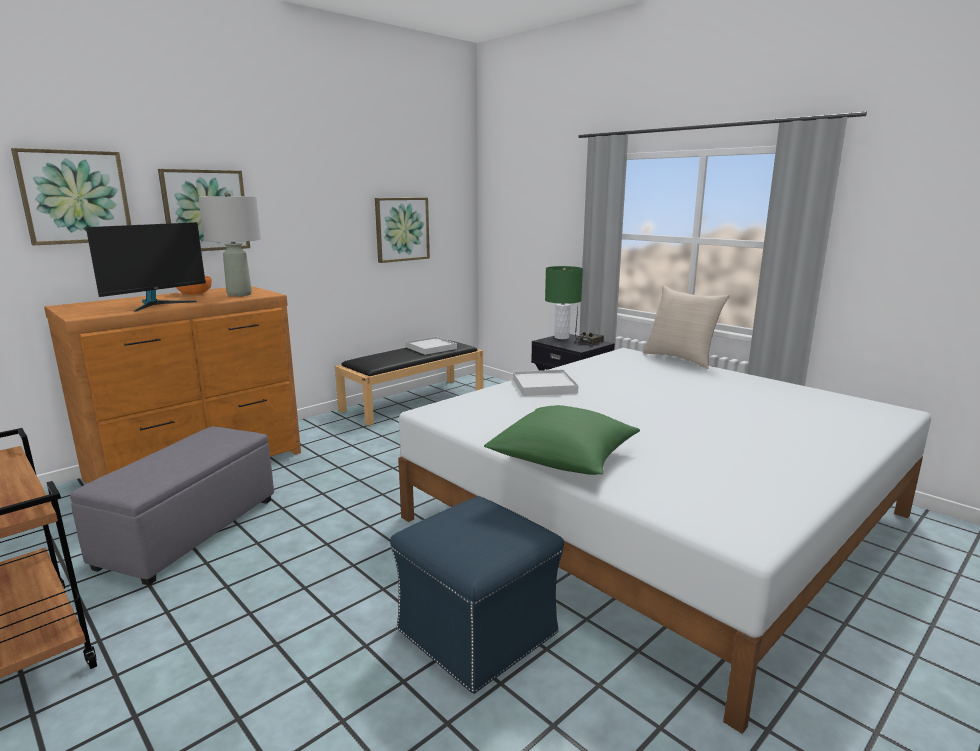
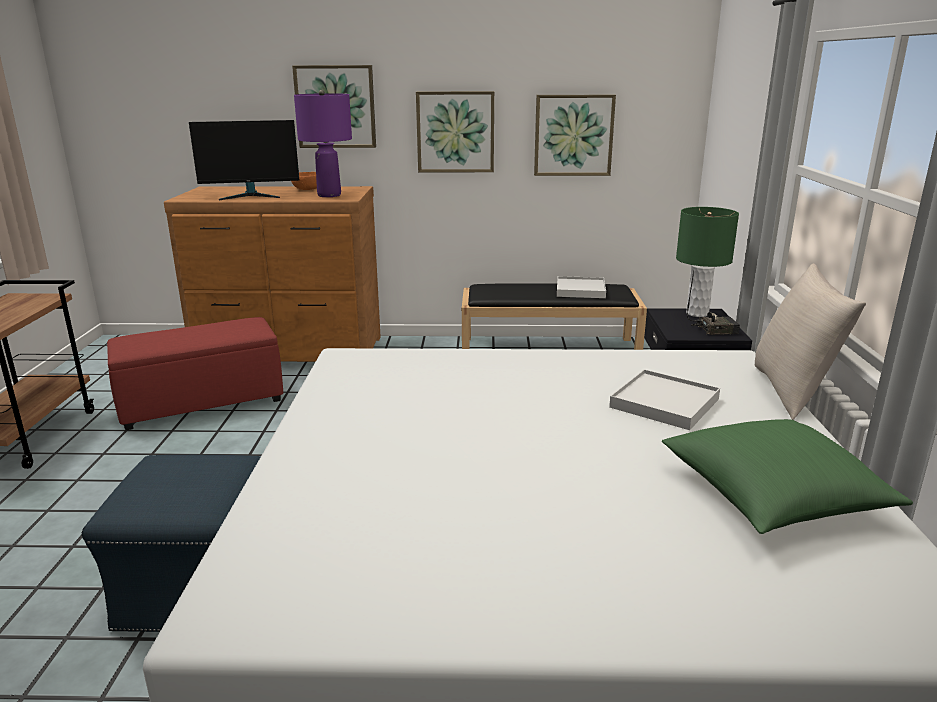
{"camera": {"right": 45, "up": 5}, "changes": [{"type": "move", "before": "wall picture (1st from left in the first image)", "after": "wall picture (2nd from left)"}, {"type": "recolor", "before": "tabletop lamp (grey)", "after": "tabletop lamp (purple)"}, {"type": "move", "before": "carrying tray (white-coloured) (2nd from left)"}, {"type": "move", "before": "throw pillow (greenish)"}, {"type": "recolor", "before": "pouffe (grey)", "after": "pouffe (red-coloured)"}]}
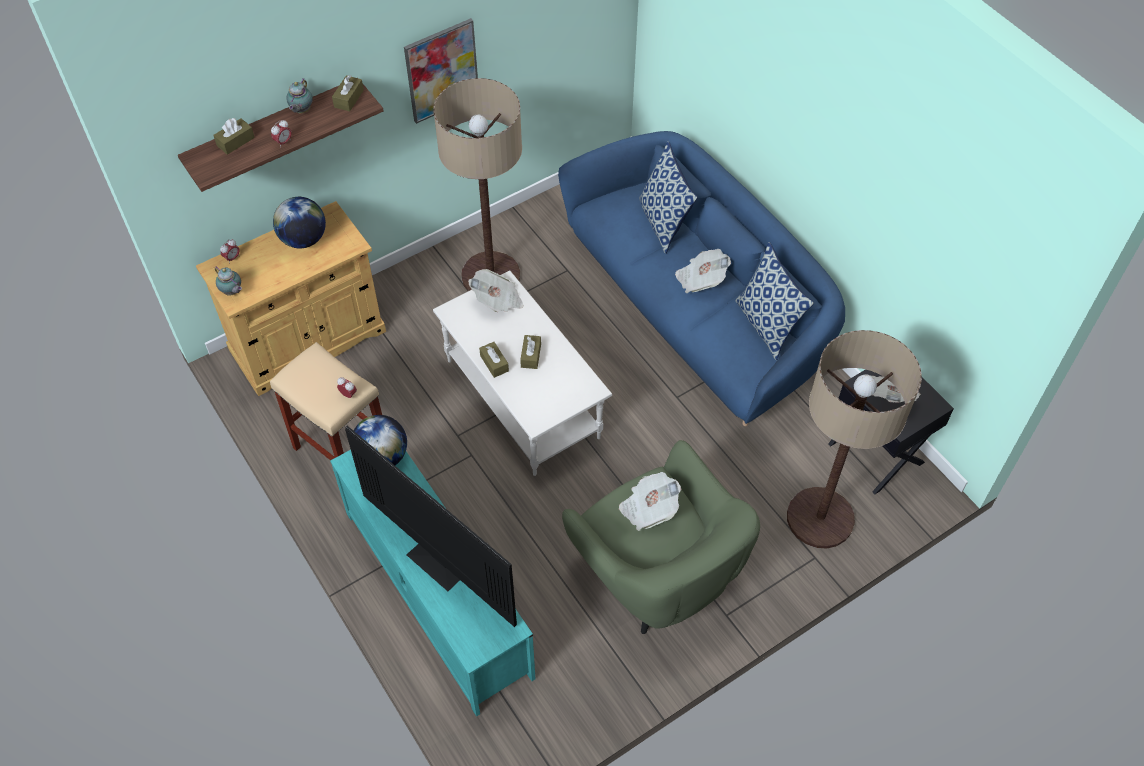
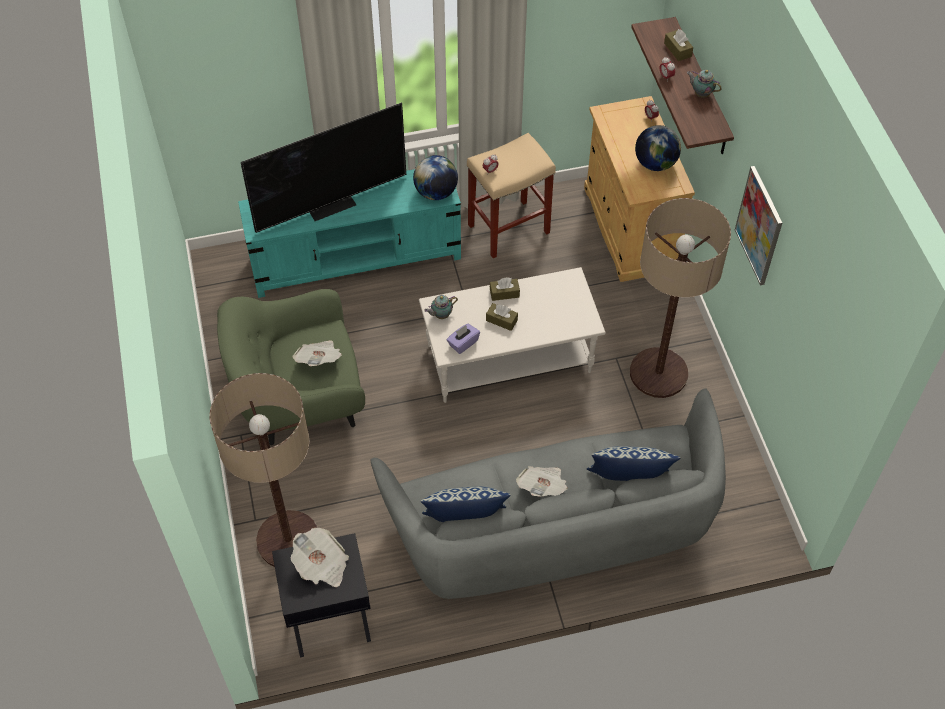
{"camera": {"right": 110, "up": 0}, "changes": [{"type": "delete", "before": "tissue box (brown) (2nd from left)"}, {"type": "recolor", "before": "sofa (blue-coloured)", "after": "sofa (grey)"}, {"type": "move", "before": "tea pot (1st from left)"}, {"type": "delete", "before": "newspaper (1st from left)"}, {"type": "insert", "after": "tissue box (purple)"}]}
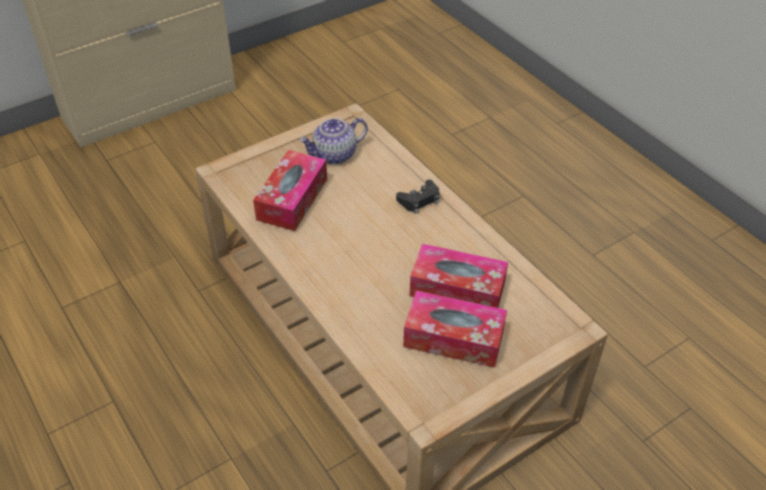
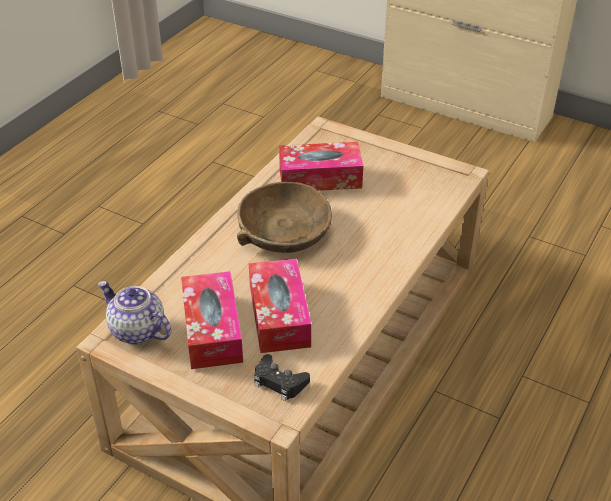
{"camera": {"right": 65, "up": -5}, "changes": [{"type": "move", "before": "tea pot"}, {"type": "move", "before": "gamepad (blackish)"}, {"type": "insert", "after": "deep dish (brown)"}]}
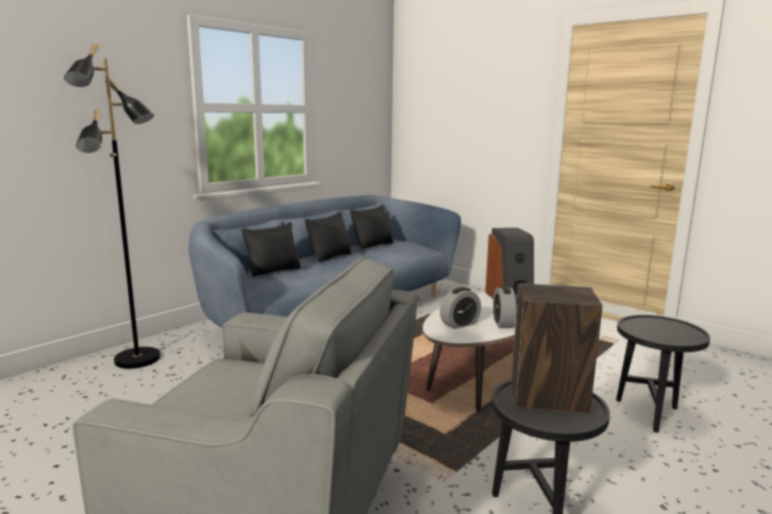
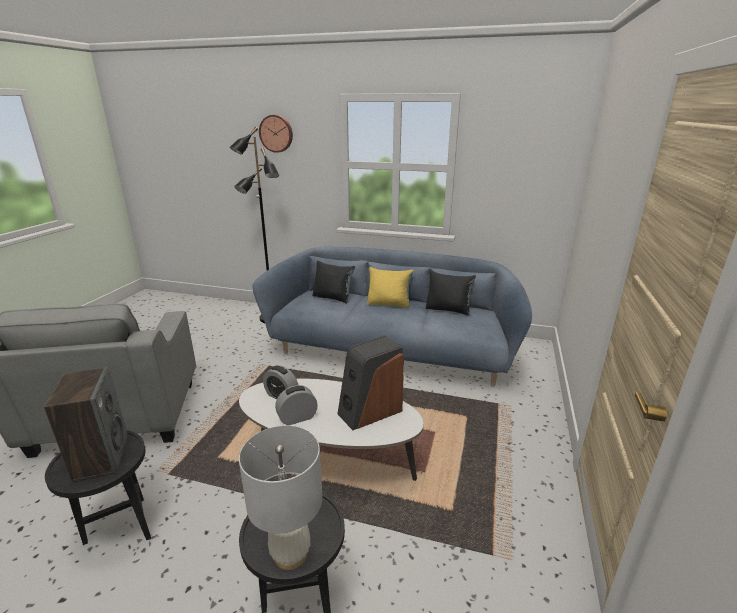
{"camera": {"right": 65, "up": 10}, "changes": [{"type": "recolor", "before": "throw pillow (blackish) (2nd from left)", "after": "throw pillow (yellow)"}, {"type": "insert", "after": "hanging clock"}, {"type": "insert", "after": "tabletop lamp (white-coloured)"}]}
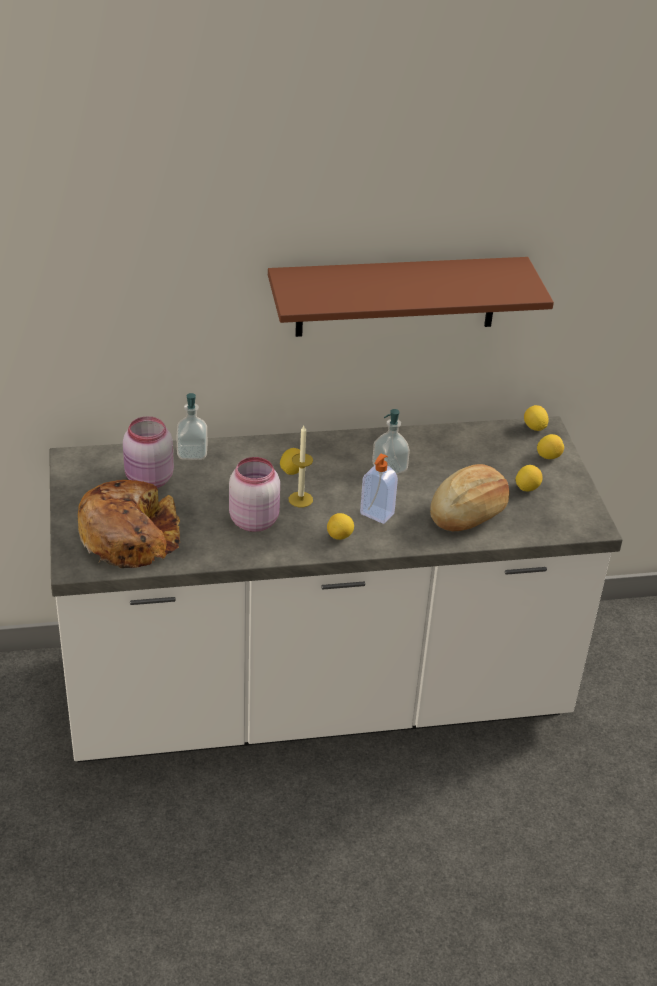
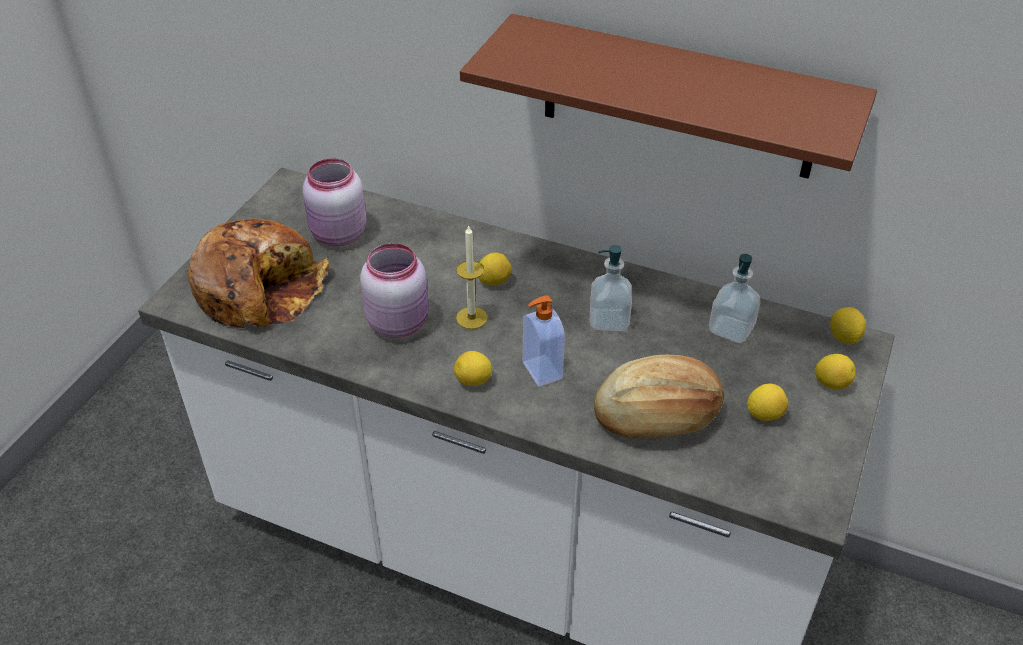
{"camera": {"right": 35, "up": 5}, "changes": [{"type": "move", "before": "liquid soap bottle (1st from left in the first image)", "after": "liquid soap bottle (3rd from left)"}]}
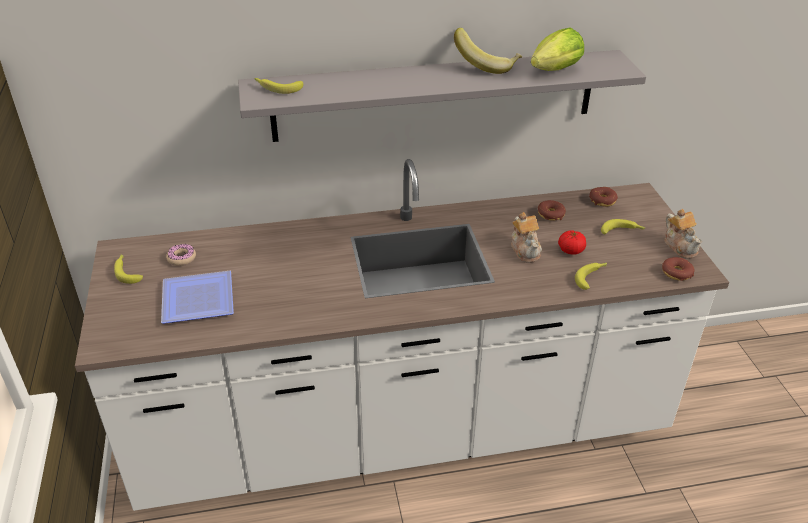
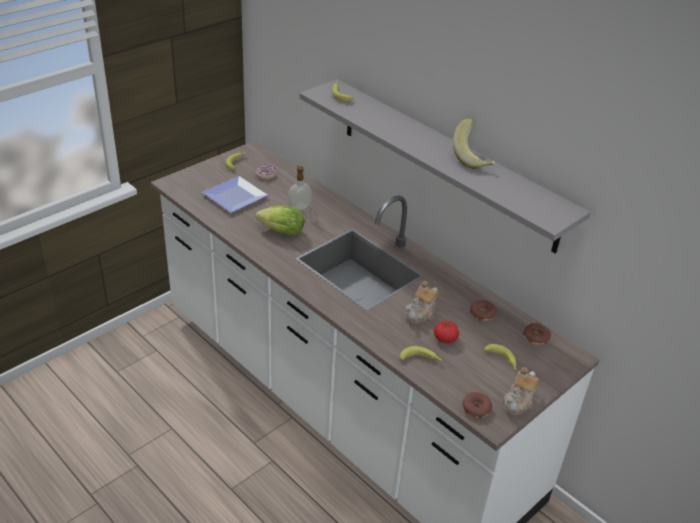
{"camera": {"right": 55, "up": 0}, "changes": [{"type": "move", "before": "head of lettuce"}, {"type": "insert", "after": "liquid soap bottle"}]}
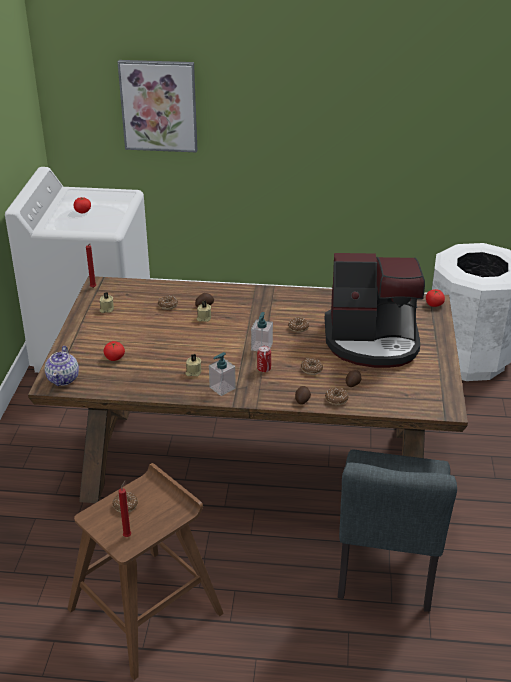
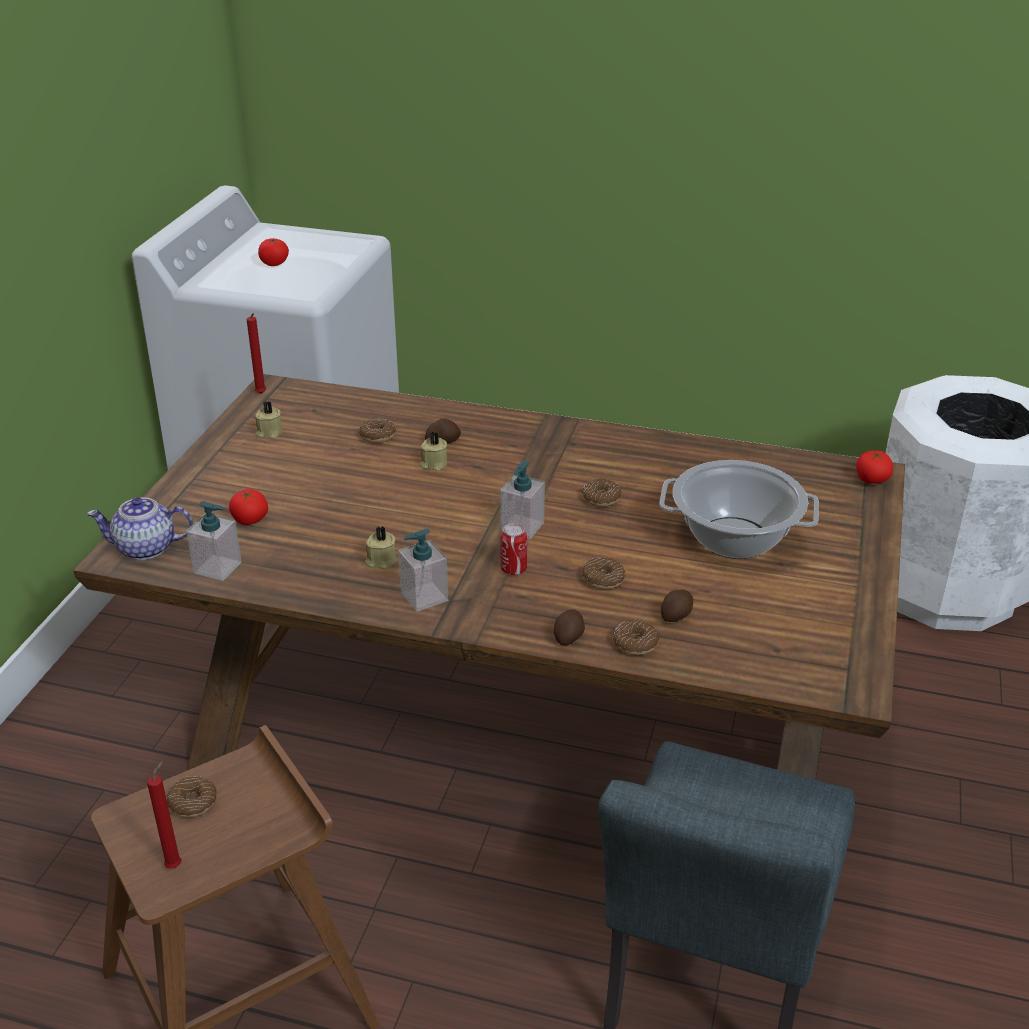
{"camera": {"right": 10, "up": 0}, "changes": [{"type": "delete", "before": "wall picture"}, {"type": "replace", "before": "coffee machine", "after": "cooking pot"}, {"type": "rotate", "before": "tea pot", "turn": 75}, {"type": "insert", "after": "liquid soap bottle (1st from left)"}]}
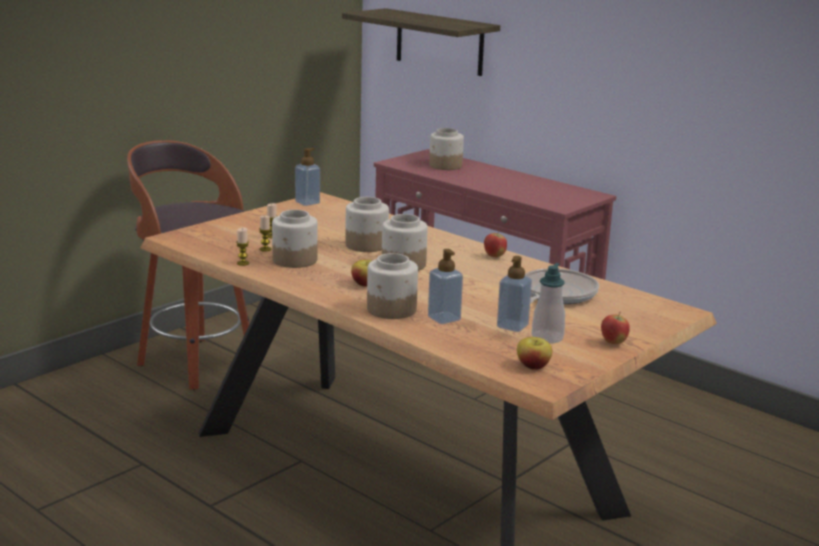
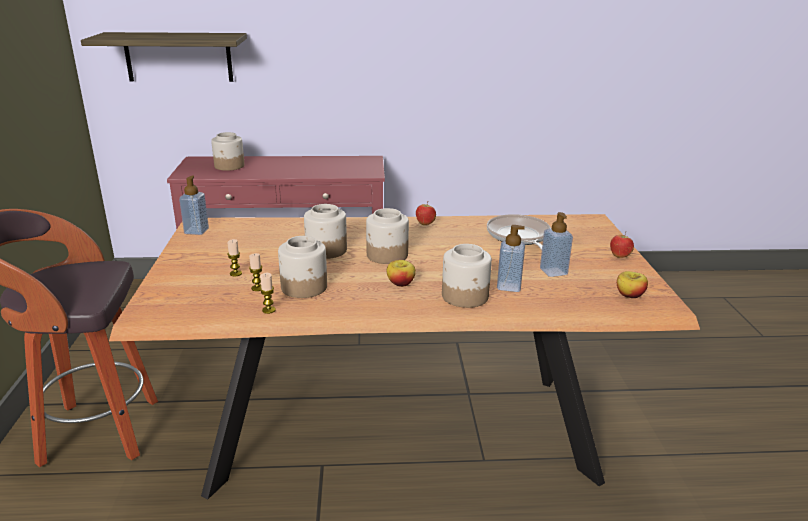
{"camera": {"right": -45, "up": 5}, "changes": [{"type": "delete", "before": "liquid soap bottle (4th from left)"}]}
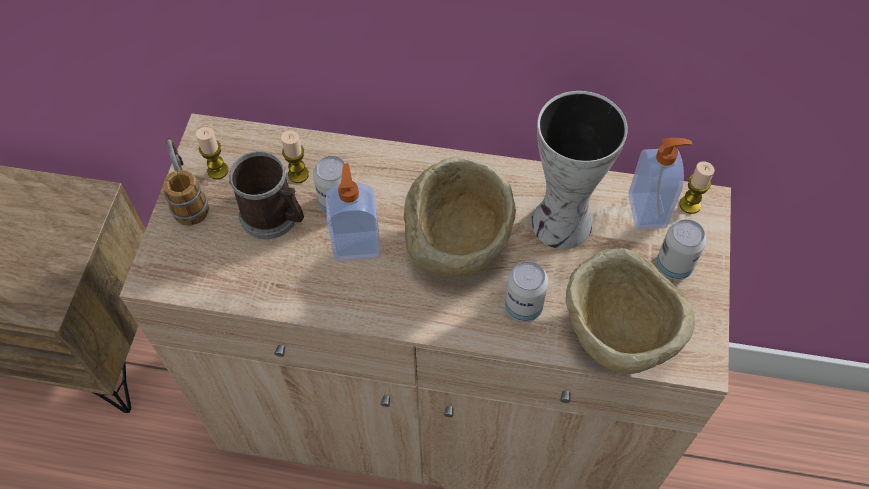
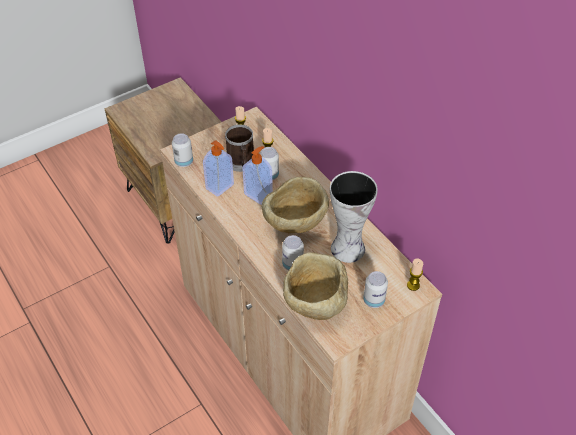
{"camera": {"right": 45, "up": -10}, "changes": [{"type": "delete", "before": "tea mug (1st from left)"}, {"type": "move", "before": "liquid soap bottle (2nd from left in the first image)", "after": "liquid soap bottle (1st from left)"}, {"type": "insert", "after": "sealed can (1st from left)"}]}
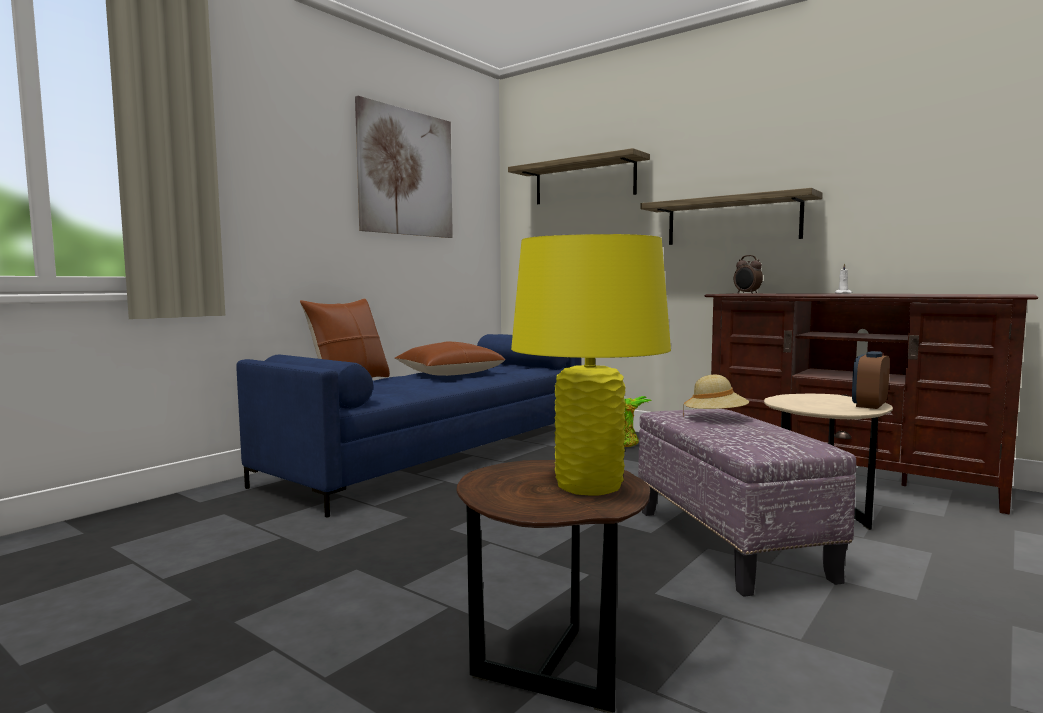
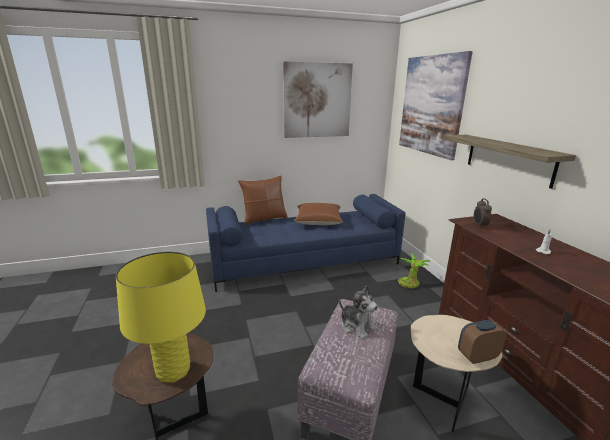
{"camera": {"right": 35, "up": 15}, "changes": [{"type": "replace", "before": "shelf (1st from left)", "after": "wall picture (2nd from left)"}, {"type": "replace", "before": "hat (beige-coloured)", "after": "plush toy"}]}
